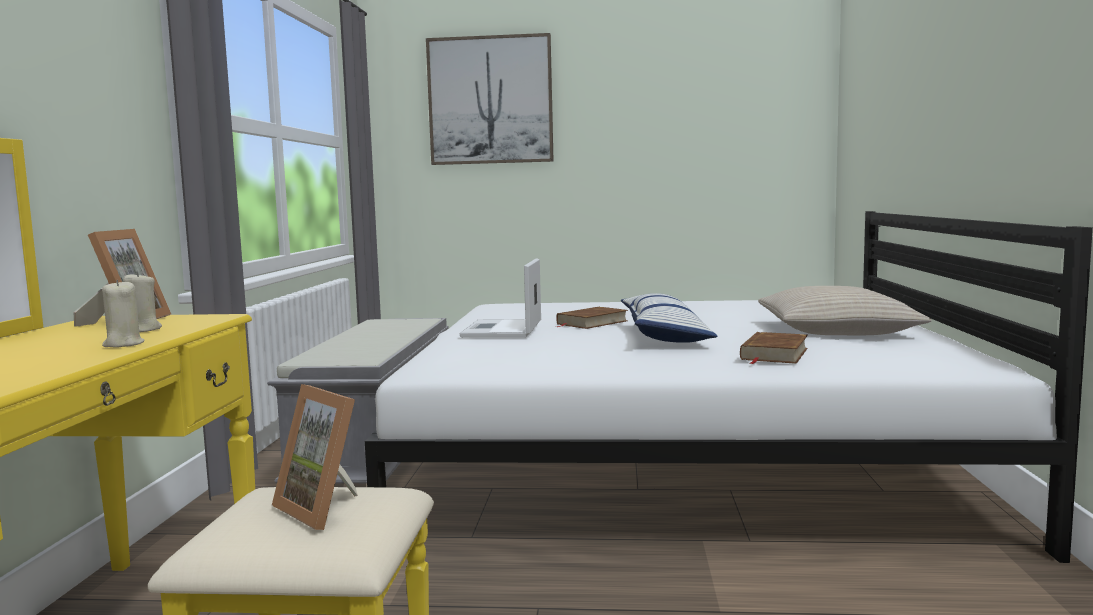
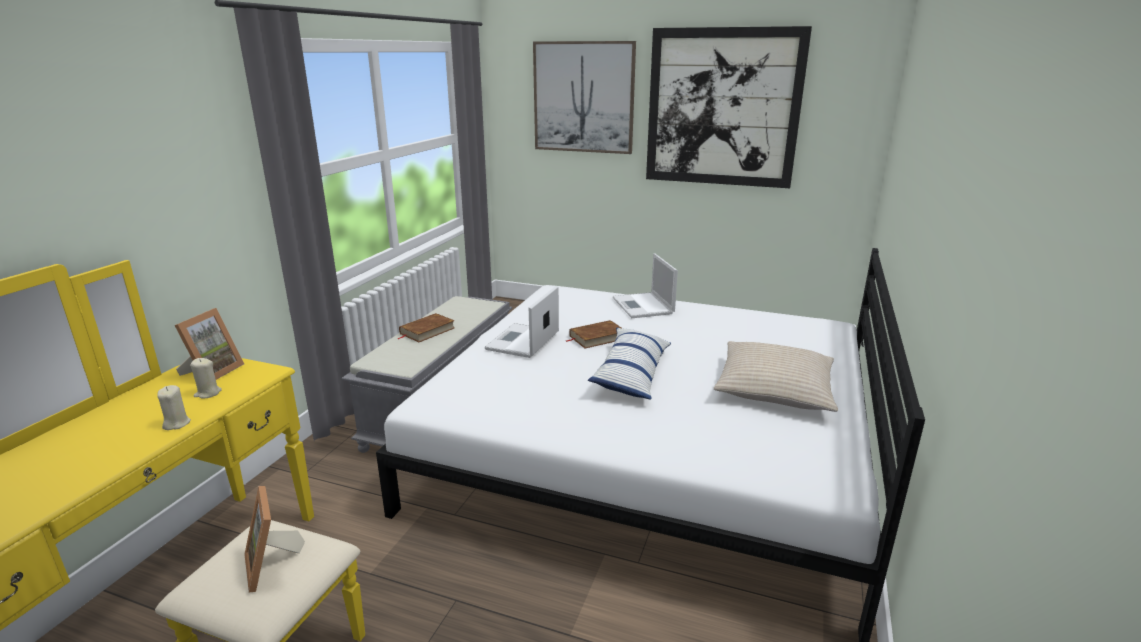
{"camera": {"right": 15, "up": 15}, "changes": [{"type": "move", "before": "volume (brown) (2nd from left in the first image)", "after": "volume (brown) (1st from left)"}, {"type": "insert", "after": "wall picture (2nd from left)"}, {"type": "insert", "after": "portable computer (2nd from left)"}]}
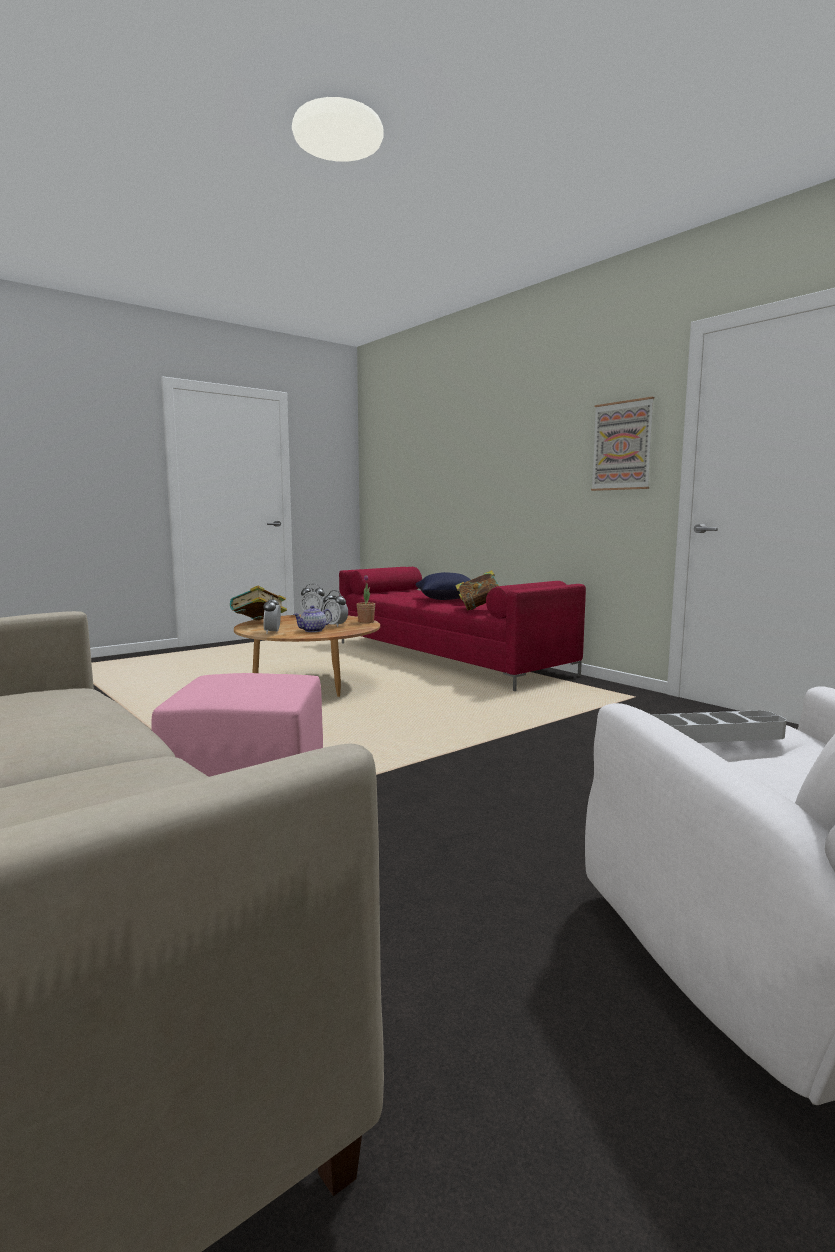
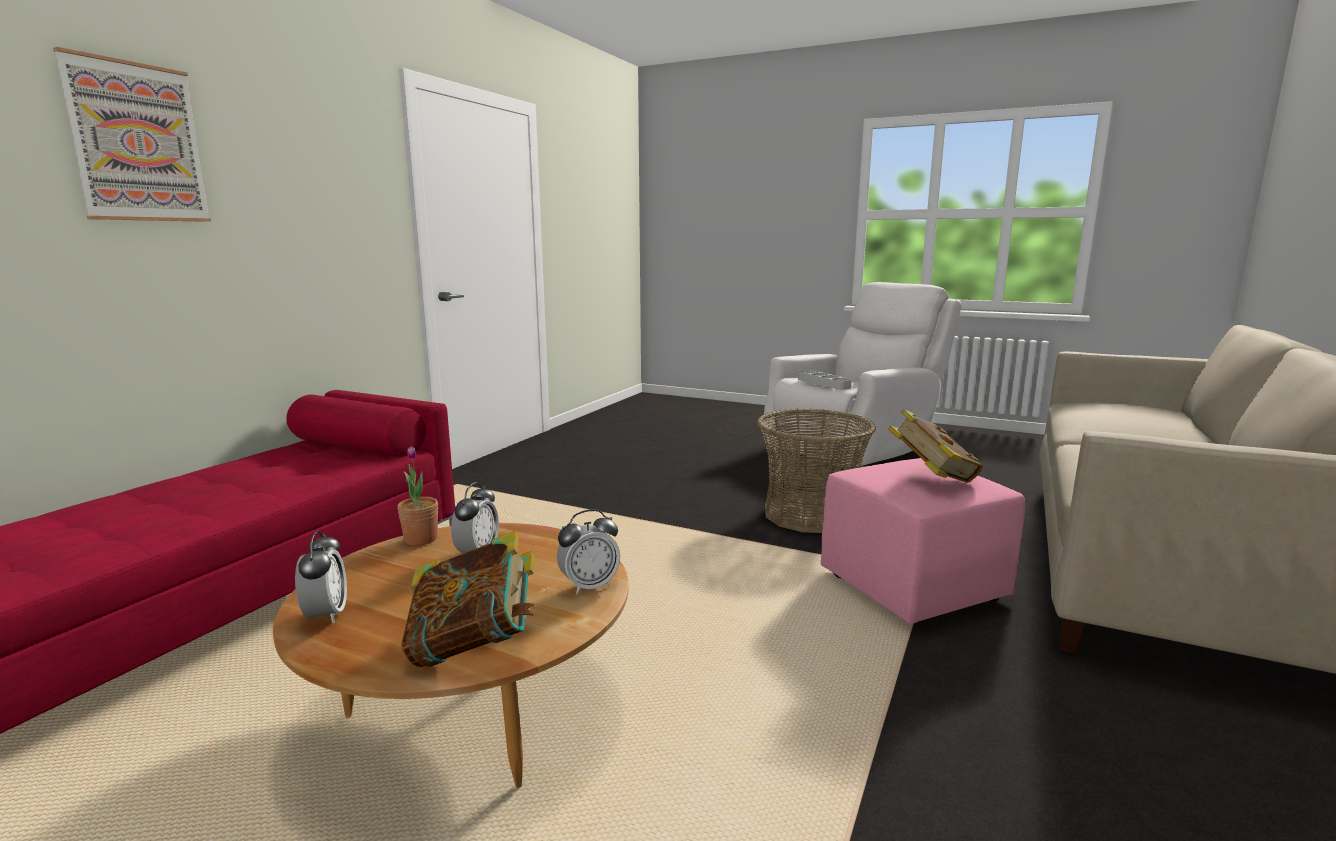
{"camera": {"right": -115, "up": 5}, "changes": [{"type": "move", "before": "wall picture"}, {"type": "move", "before": "volume (2nd from left)"}, {"type": "delete", "before": "throw pillow (blue-coloured)"}, {"type": "delete", "before": "tea pot"}, {"type": "insert", "after": "storage basket"}]}
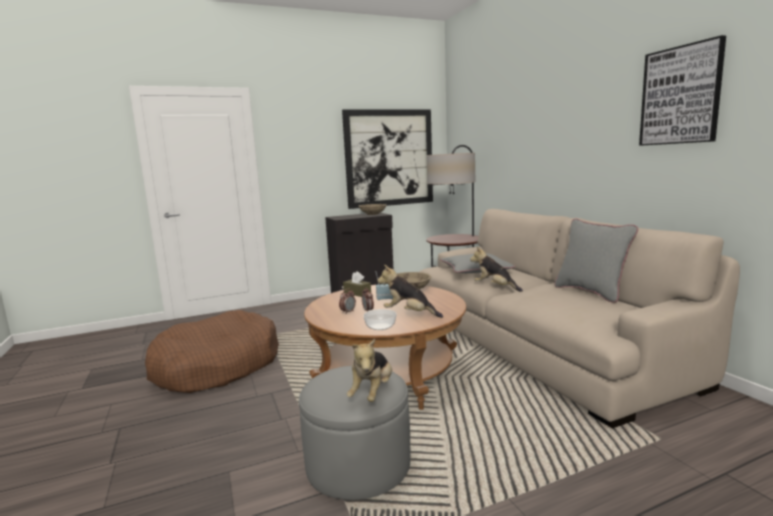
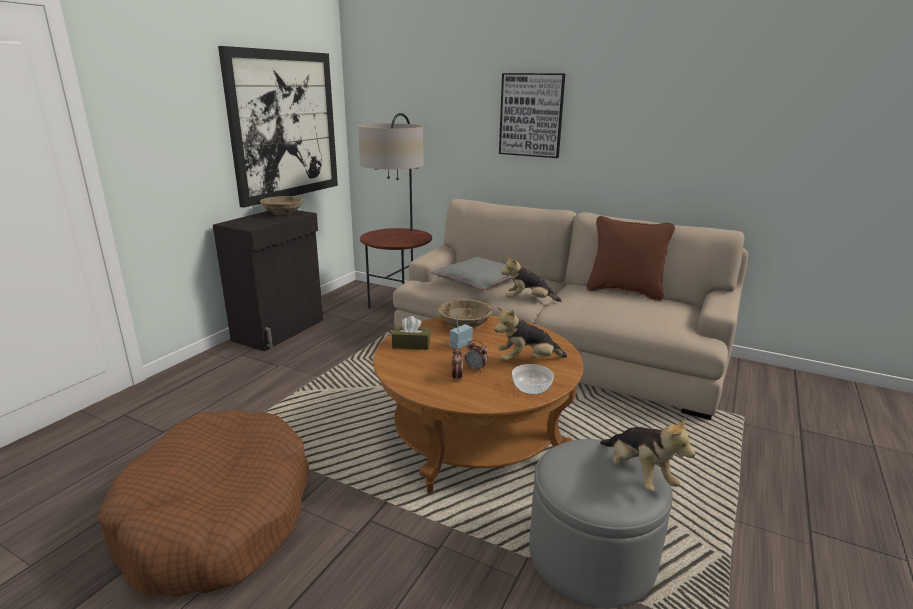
{"camera": {"right": -40, "up": 10}, "changes": [{"type": "move", "before": "wall picture (2nd from left)"}, {"type": "recolor", "before": "throw pillow (grey) (2nd from left)", "after": "throw pillow (brown)"}]}
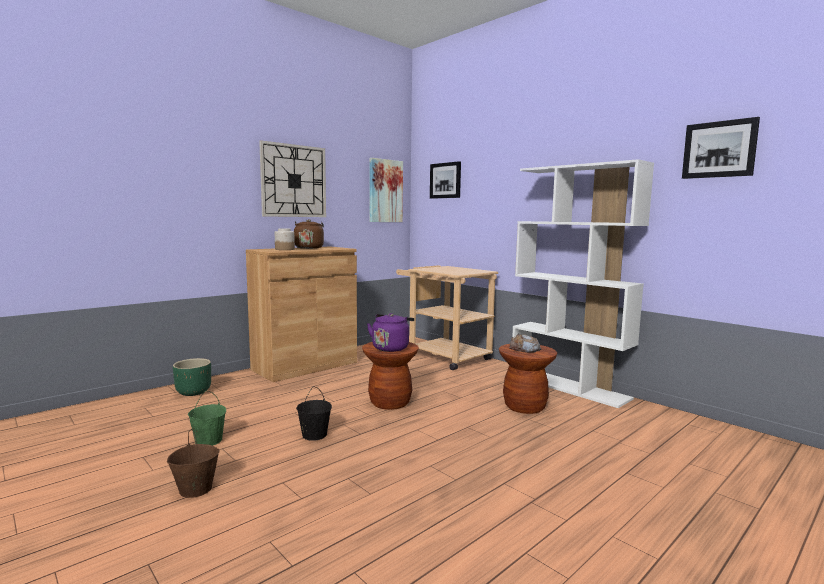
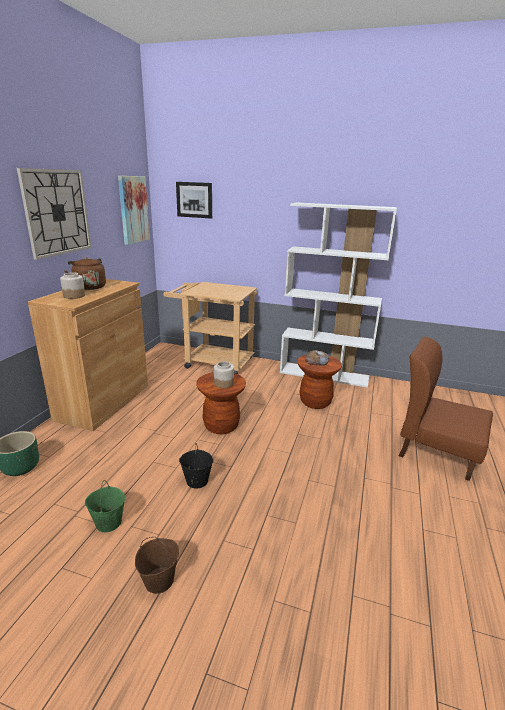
{"camera": {"right": -30, "up": 15}, "changes": [{"type": "delete", "before": "wall picture (3rd from left)"}, {"type": "replace", "before": "kettle (purple)", "after": "storage jar (2nd from left)"}, {"type": "insert", "after": "upright chair (brown)"}]}
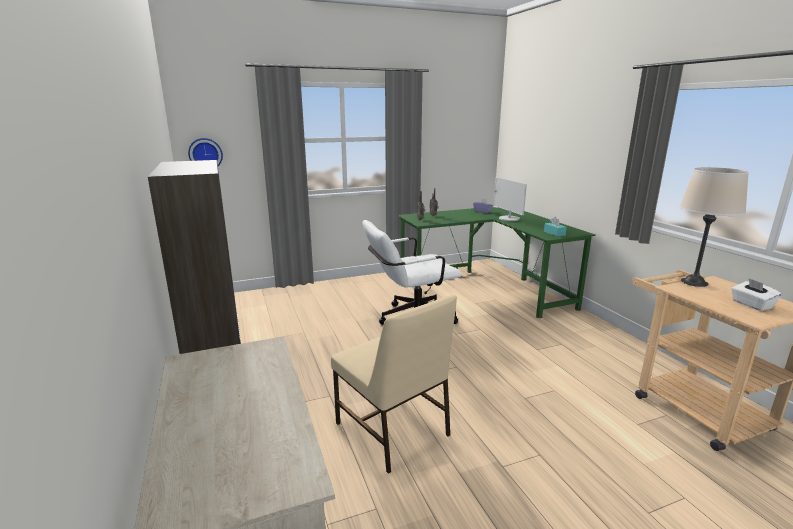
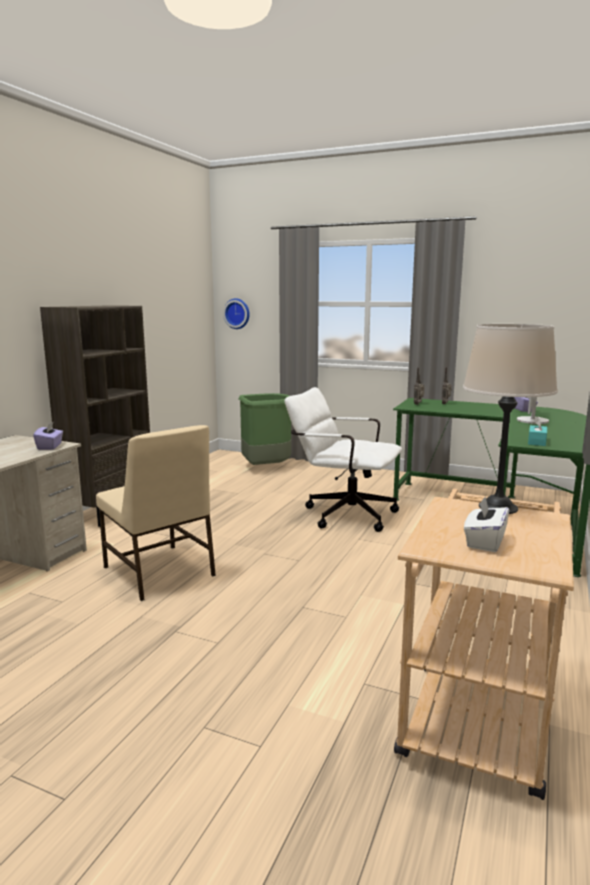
{"camera": {"right": 45, "up": -5}, "changes": [{"type": "rotate", "before": "upright chair (beige-coloured)", "turn": -45}, {"type": "insert", "after": "waste bin (greenish)"}, {"type": "insert", "after": "tissue box (purple) (1st from left)"}]}
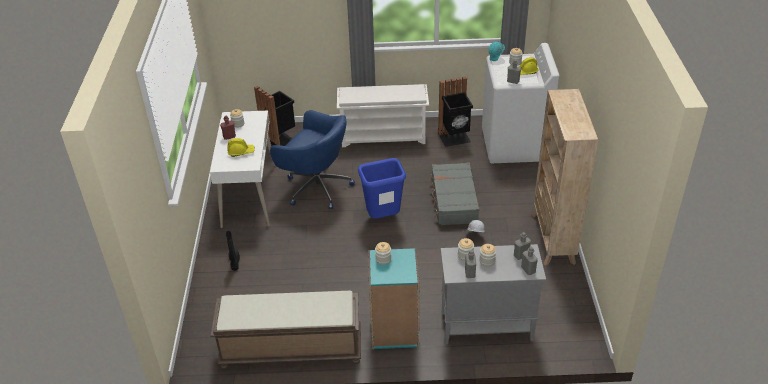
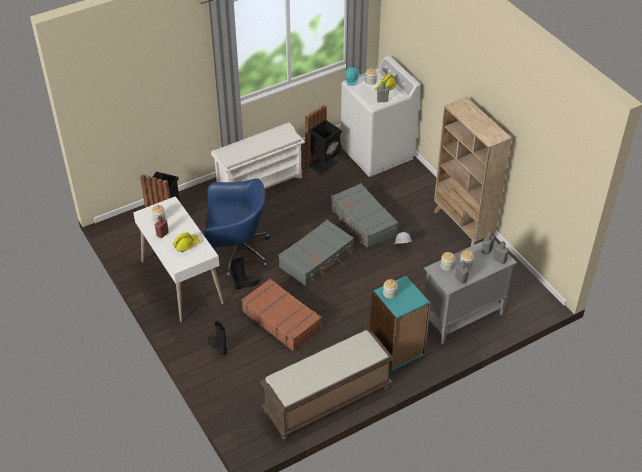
{"camera": {"right": -30, "up": 5}, "changes": [{"type": "replace", "before": "waste bin (blue-coloured)", "after": "travel case (grey) (1st from left)"}, {"type": "insert", "after": "boot (blackish) (2nd from left)"}, {"type": "insert", "after": "travel case (brown)"}]}
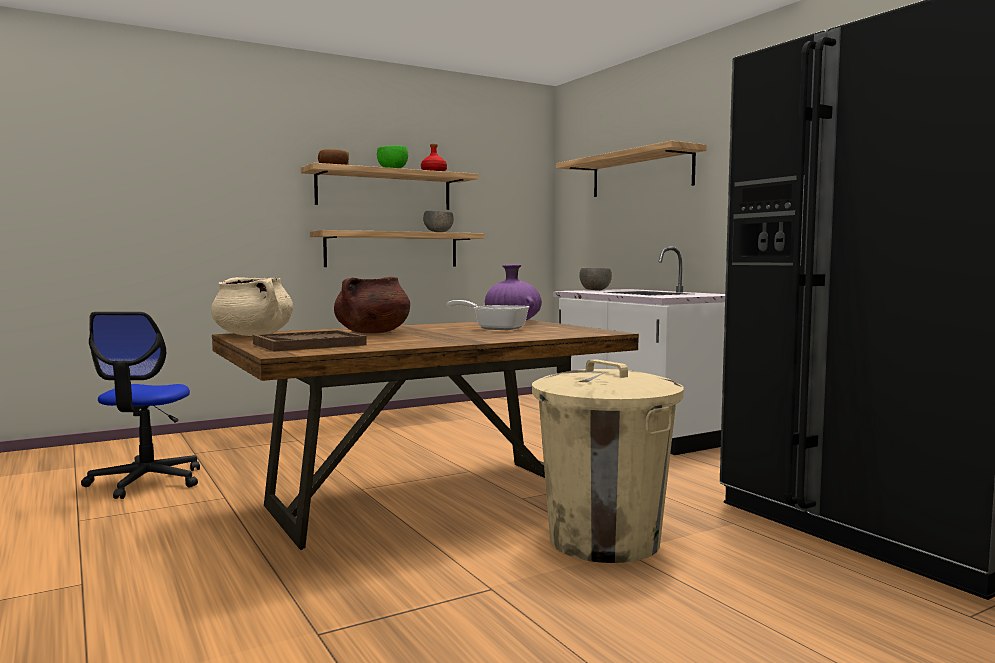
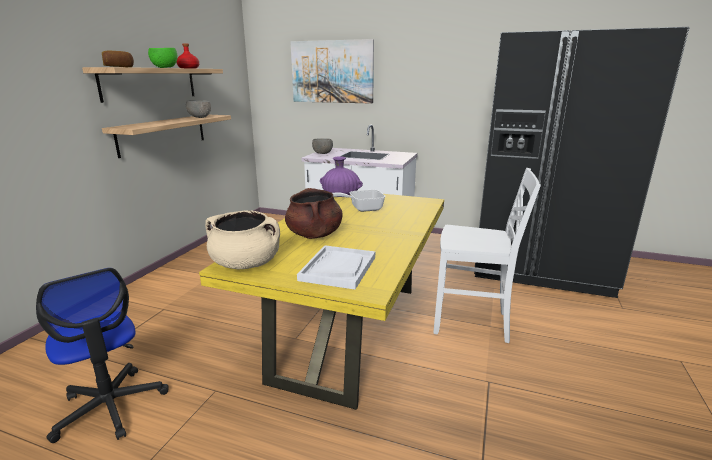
{"camera": {"right": -40, "up": 15}, "changes": [{"type": "replace", "before": "shelf (3rd from left)", "after": "wall picture"}, {"type": "recolor", "before": "dining table (brown)", "after": "dining table (yellow)"}, {"type": "recolor", "before": "carrying tray (brown)", "after": "carrying tray (white-coloured)"}, {"type": "replace", "before": "waste bin (beige-coloured)", "after": "upright chair (white-coloured)"}]}
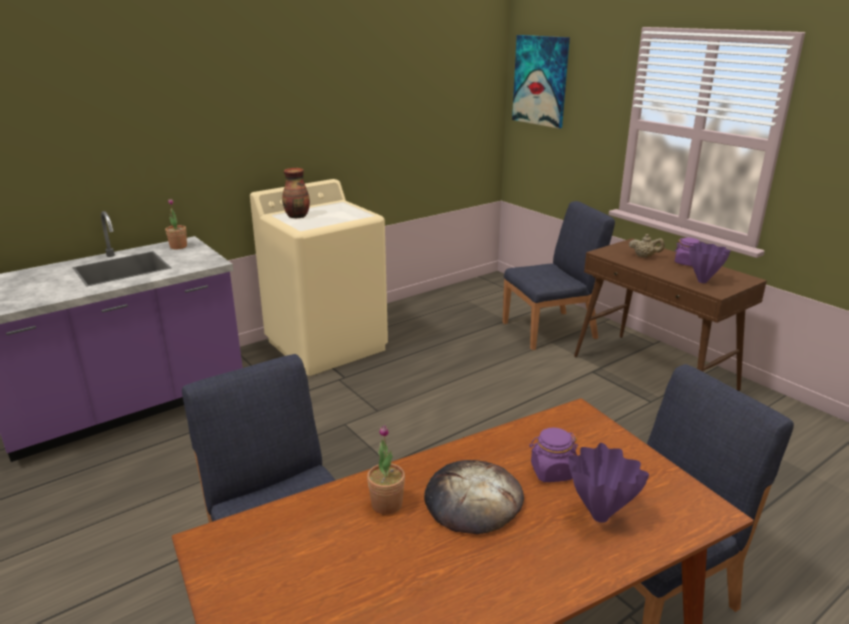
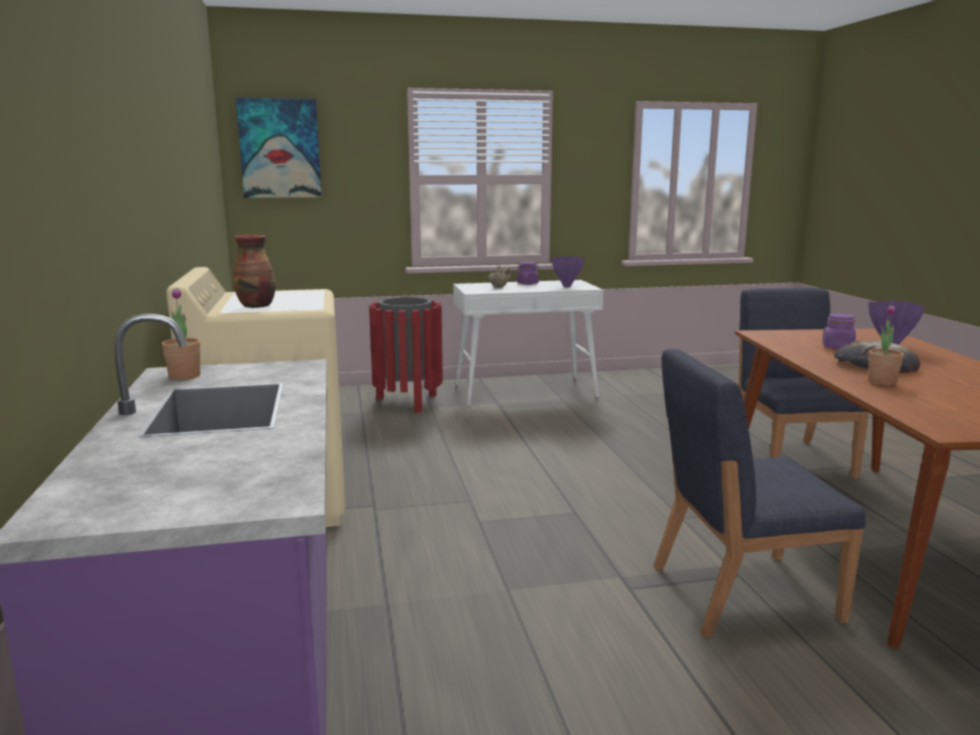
{"camera": {"right": -65, "up": -10}, "changes": [{"type": "replace", "before": "upright chair (blue-coloured) (2nd from left)", "after": "waste bin (red-coloured)"}, {"type": "recolor", "before": "hall table (brown)", "after": "hall table (white-coloured)"}]}
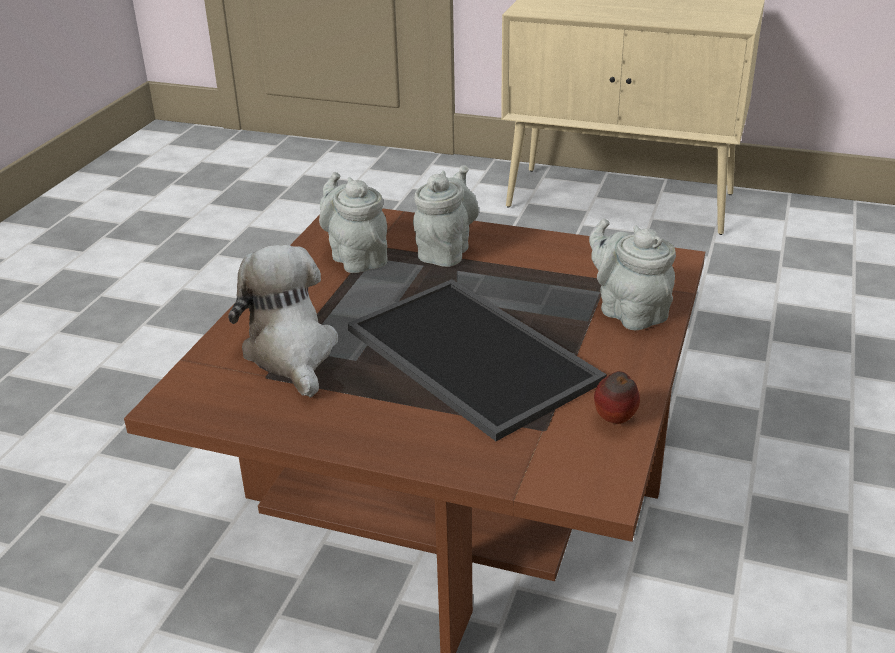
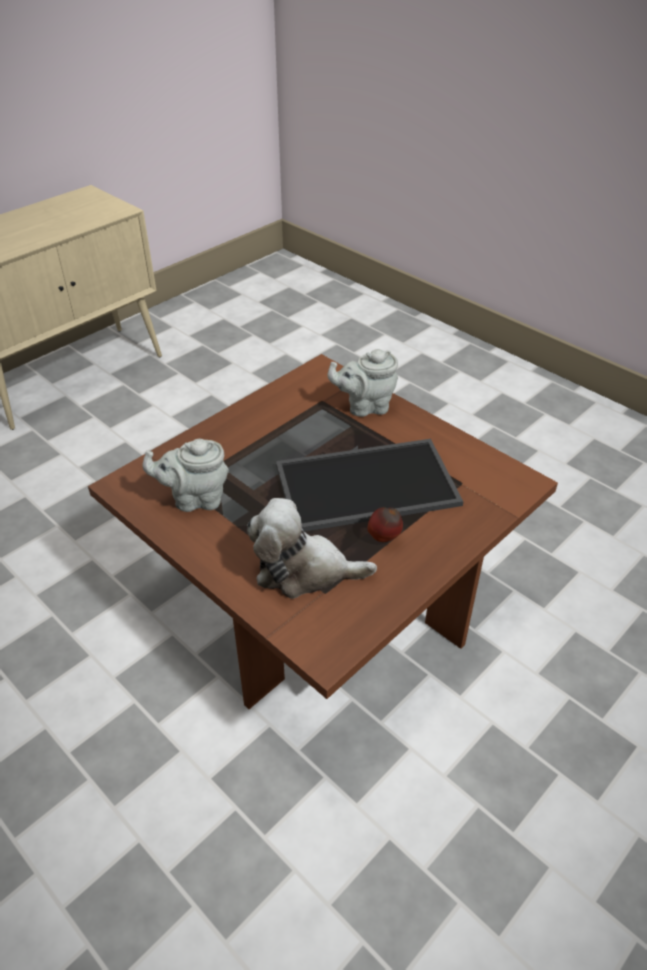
{"camera": {"right": -65, "up": 10}, "changes": [{"type": "delete", "before": "tea pot (grey) (2nd from left)"}, {"type": "move", "before": "apple fruit"}]}
